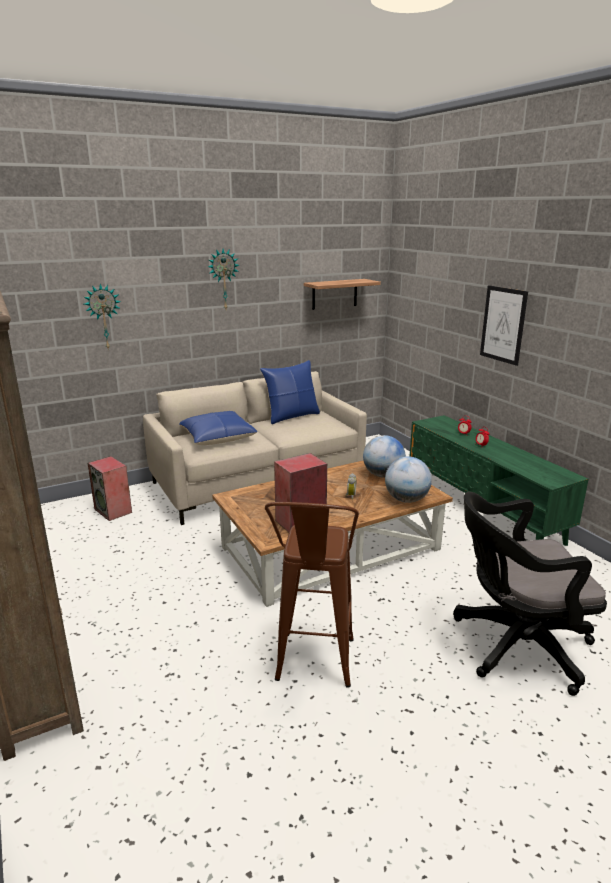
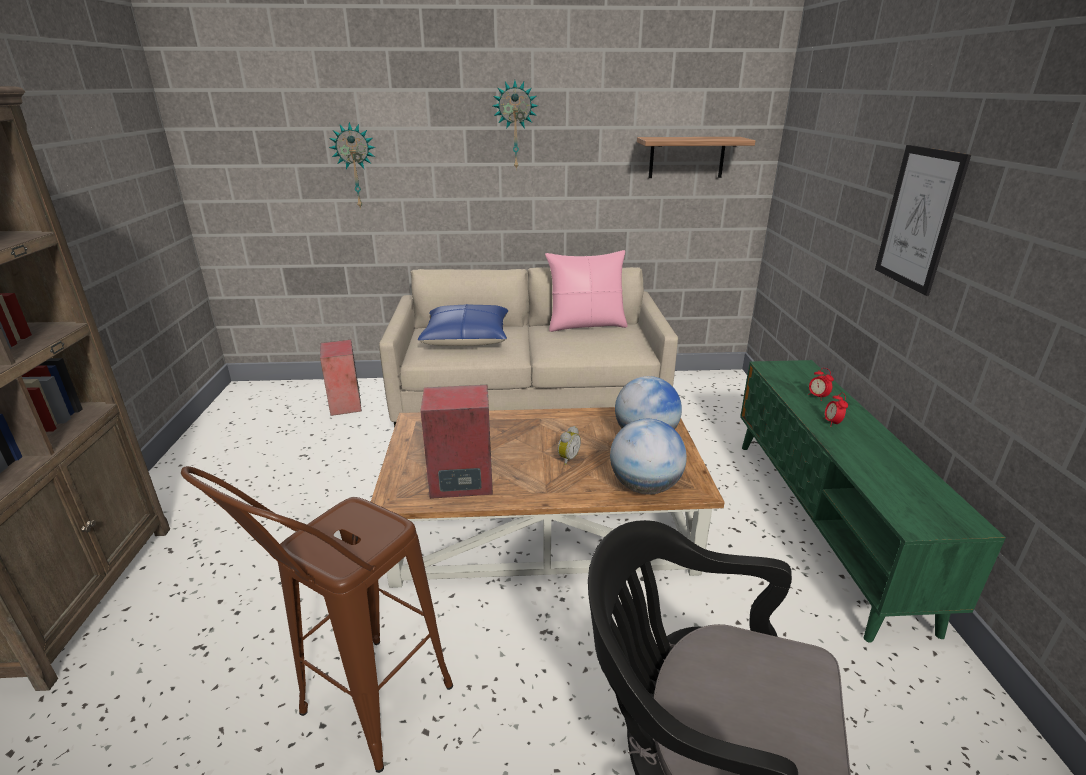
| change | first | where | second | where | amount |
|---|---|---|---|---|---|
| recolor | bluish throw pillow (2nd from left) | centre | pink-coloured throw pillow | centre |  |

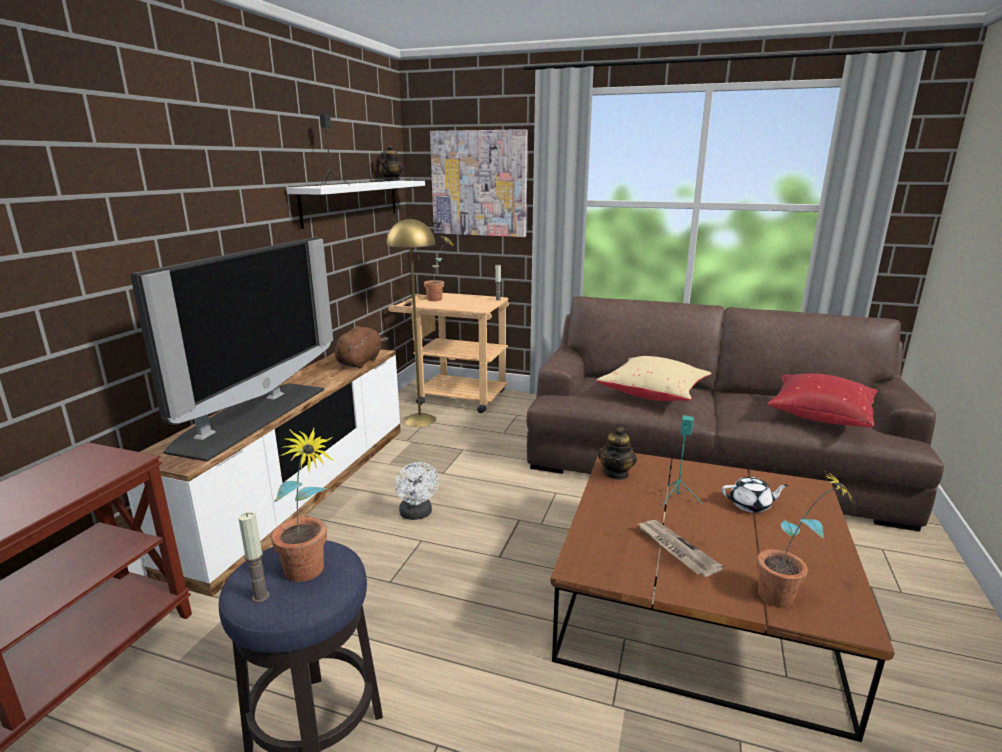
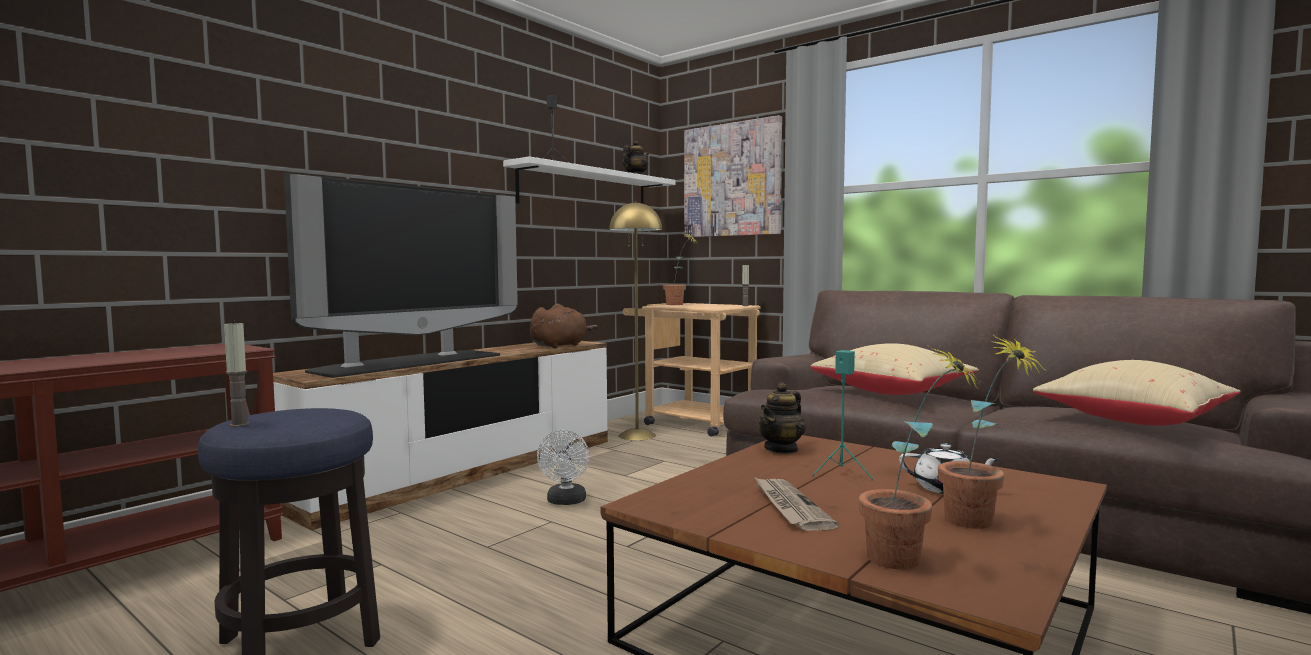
| change | first | where | second | where | amount |
|---|---|---|---|---|---|
| move | potted plant (1st from left in the first image) | bottom left | potted plant (3rd from left) | middle right |  |
| recolor | red throw pillow | middle right | beige-coloured throw pillow (2nd from left) | middle right |  |

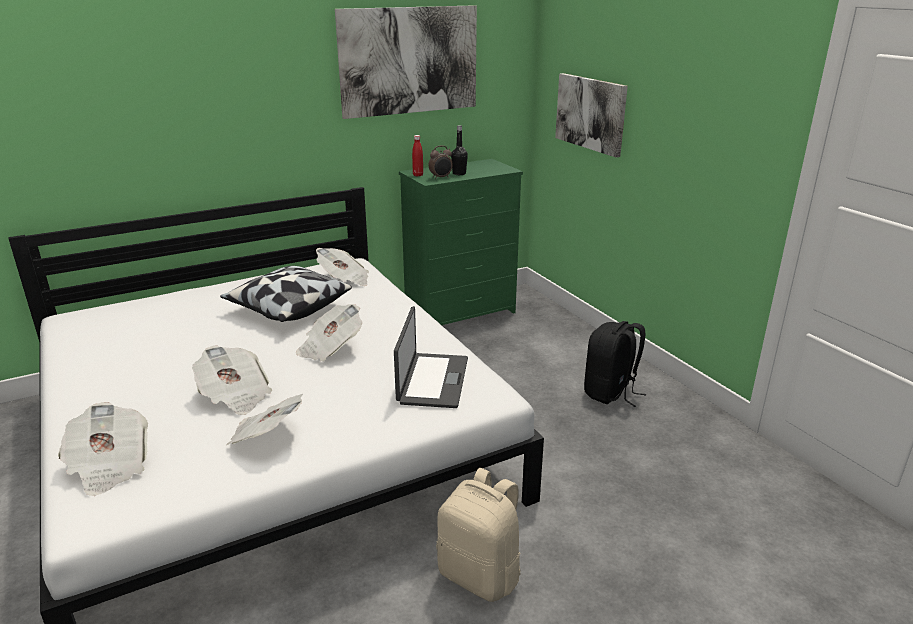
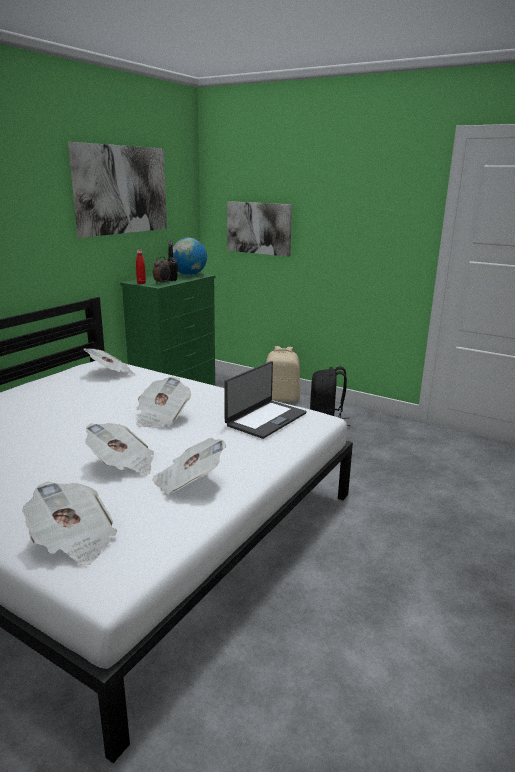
| change | first | where | second | where | amount |
|---|---|---|---|---|---|
| delete | throw pillow | middle left |  |  |  |
| insert |  |  | globe | top centre |  |
| move | beige-coloured rucksack | bottom centre |  | centre |  |
| rotate | portable computer | centre |  | centre | 60 degrees clockwise |

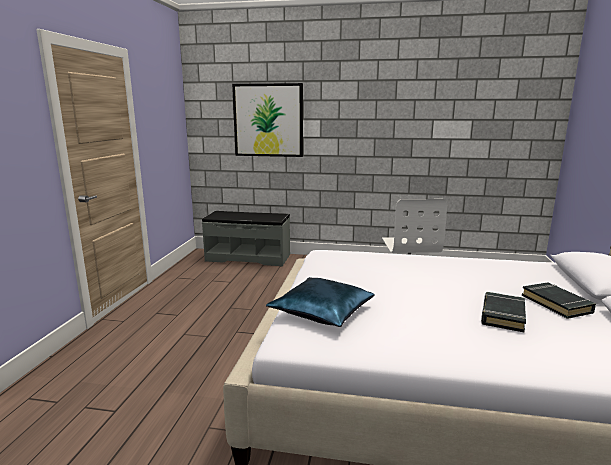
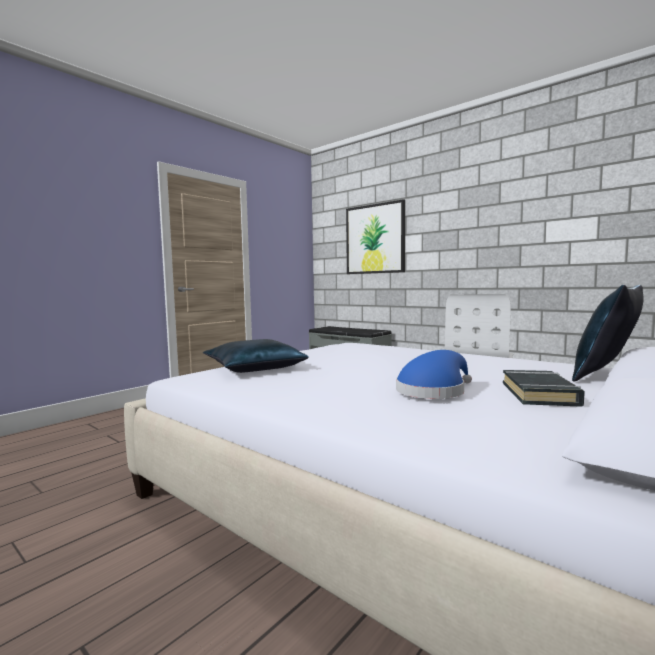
| change | first | where | second | where | amount |
|---|---|---|---|---|---|
| insert |  |  | bluish throw pillow (2nd from left) | middle right |  |
| replace | black-coloured volume (1st from left) | bottom right | bluish clothing hat | centre |  |

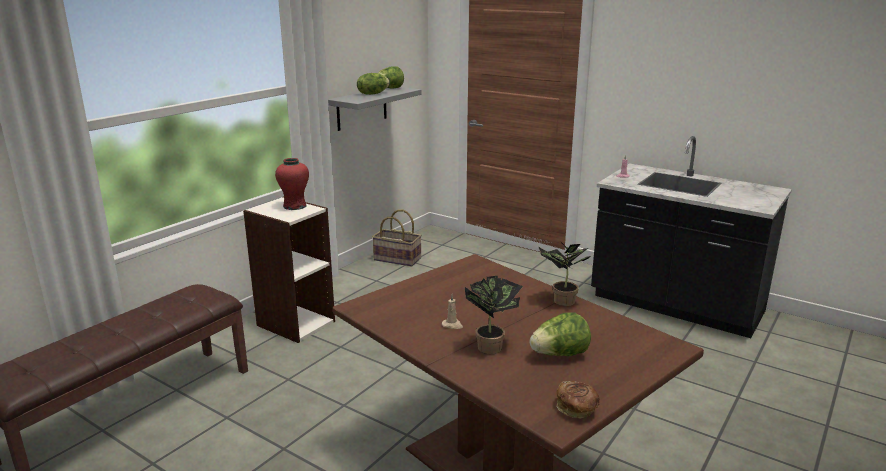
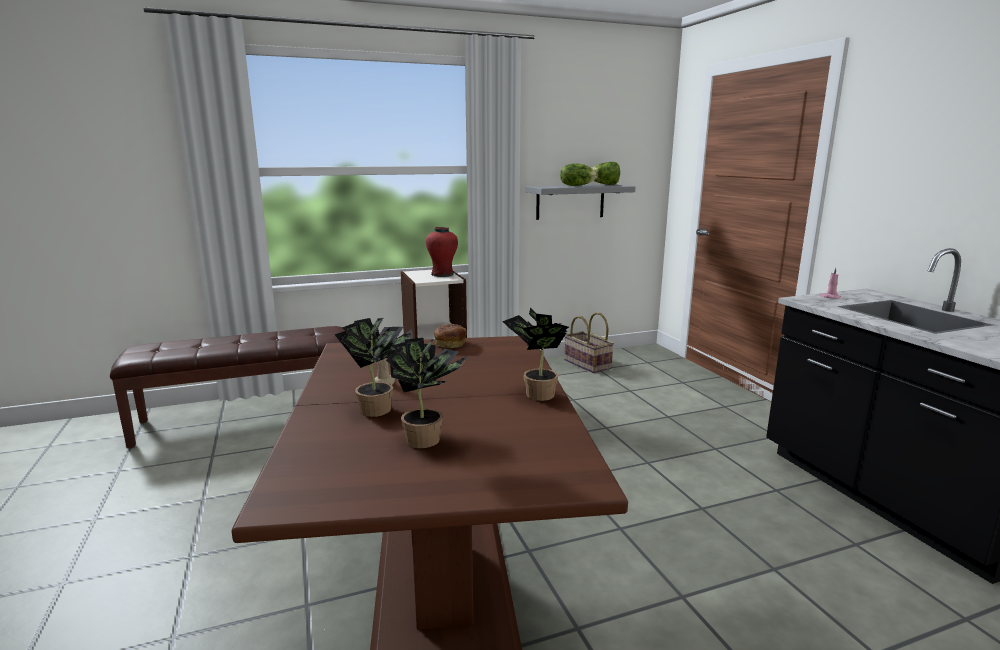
| change | first | where | second | where | amount |
|---|---|---|---|---|---|
| move | baked bread | bottom centre |  | centre |  |
| replace | head of lettuce (3rd from left) | bottom centre | potted plant (2nd from left) | centre |  |

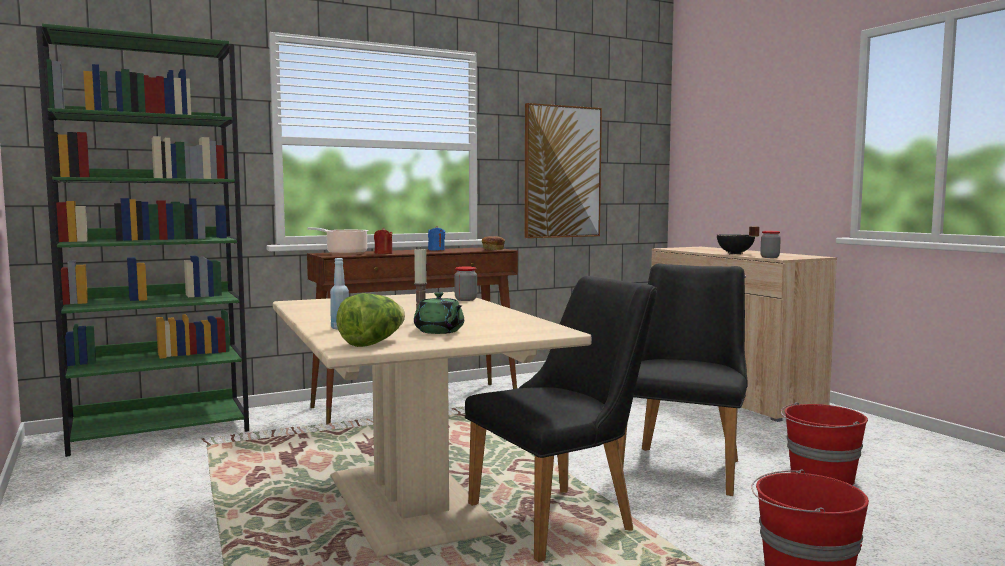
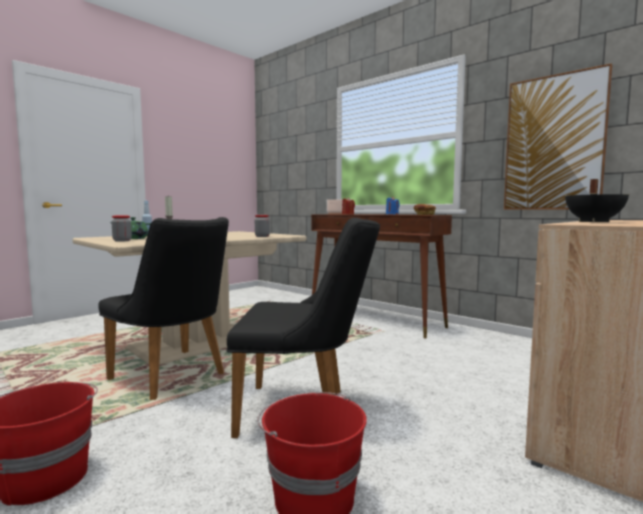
| change | first | where | second | where | amount |
|---|---|---|---|---|---|
| delete | greenish shelving unit | middle left |  |  |  |
| delete | head of lettuce | centre |  |  |  |
| move | preserve jar (2nd from left in the first image) | middle right | preserve jar (1st from left) | middle left |  |

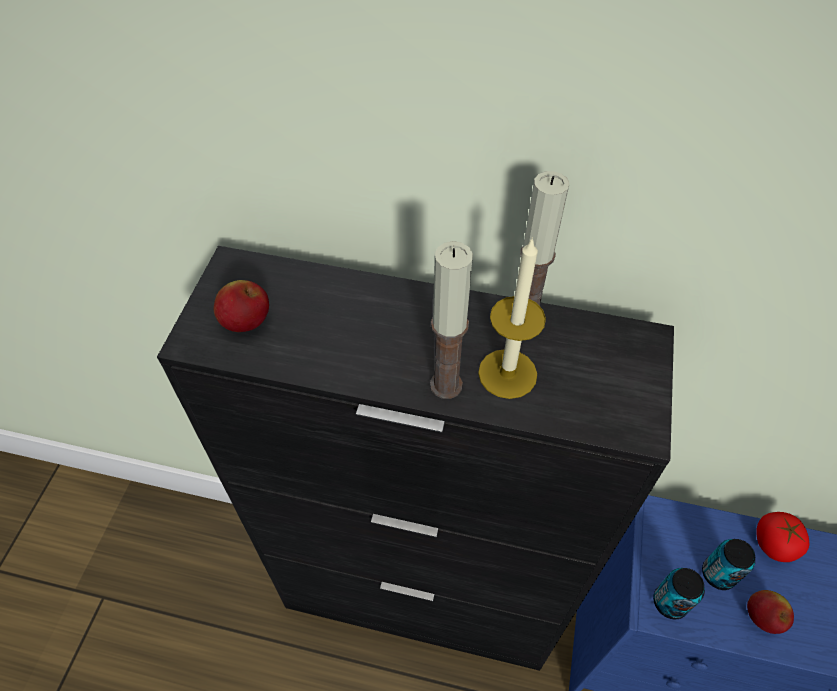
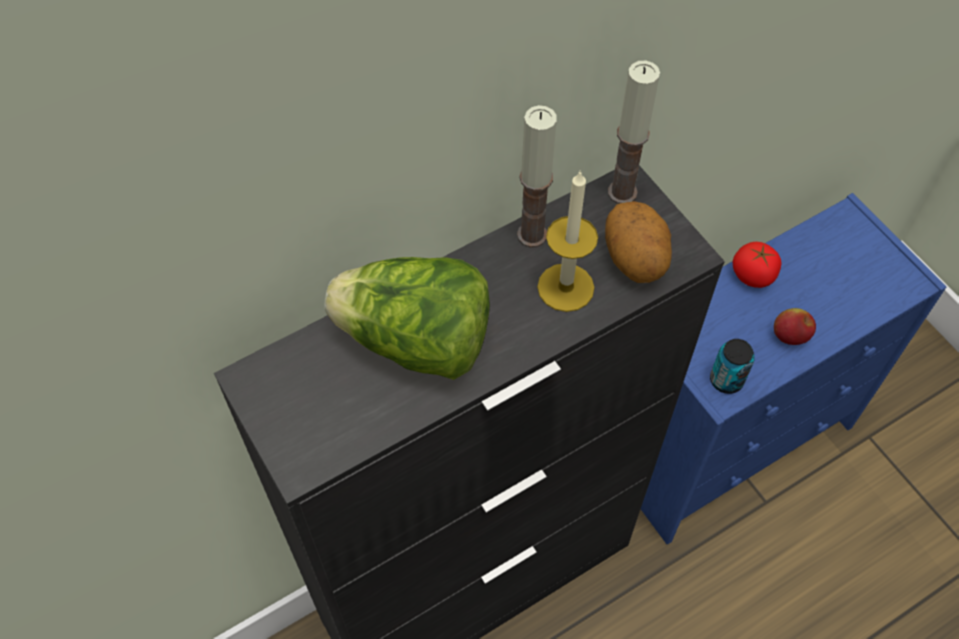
| change | first | where | second | where | amount |
|---|---|---|---|---|---|
| delete | whole apple (1st from left) | middle left |  |  |  |
| delete | can (2nd from left) | bottom right |  |  |  |
| insert |  |  | head of lettuce | centre |  |
| insert |  |  | whole potato | centre |  |
| move | wax candle (1st from left in the first image) | centre | wax candle (3rd from left) | top centre |  |

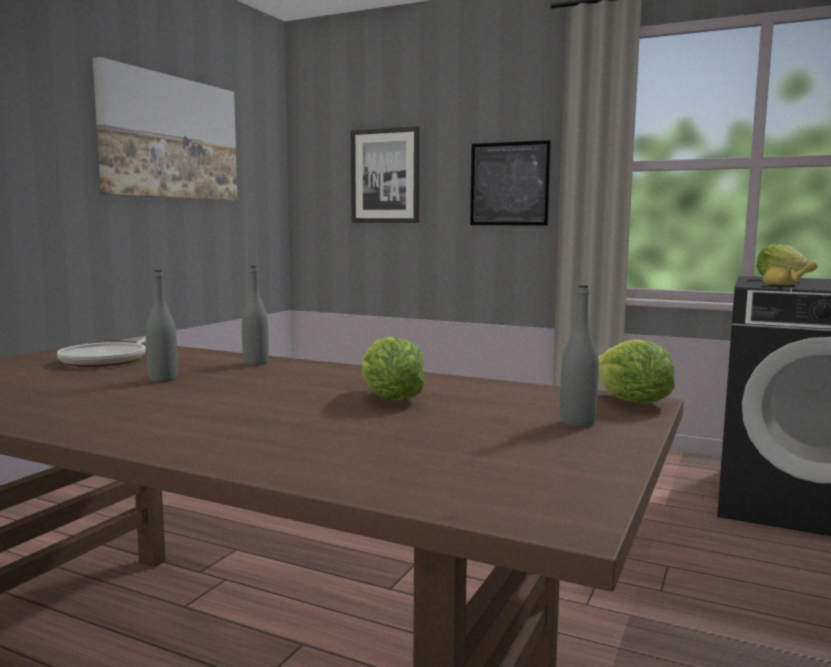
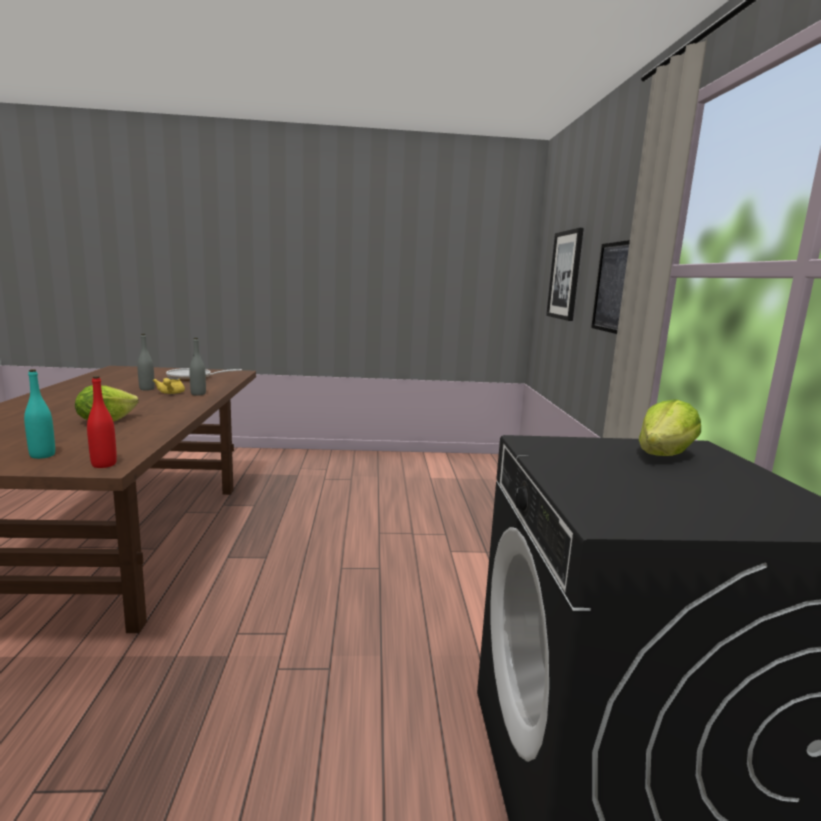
| change | first | where | second | where | amount |
|---|---|---|---|---|---|
| delete | wall art (1st from left) | top left |  |  |  |
| move | yellowish tea pot | middle right |  | middle left |  |
| replace | head of lettuce (2nd from left) | middle right | red bottle | middle left |  |
| recolor | grey bottle (3rd from left) | middle right | turquoise bottle | middle left |  |

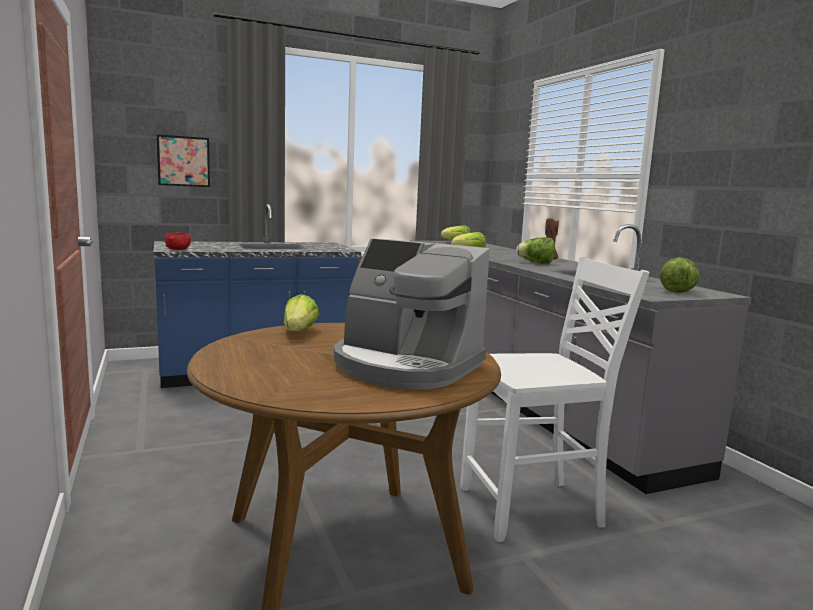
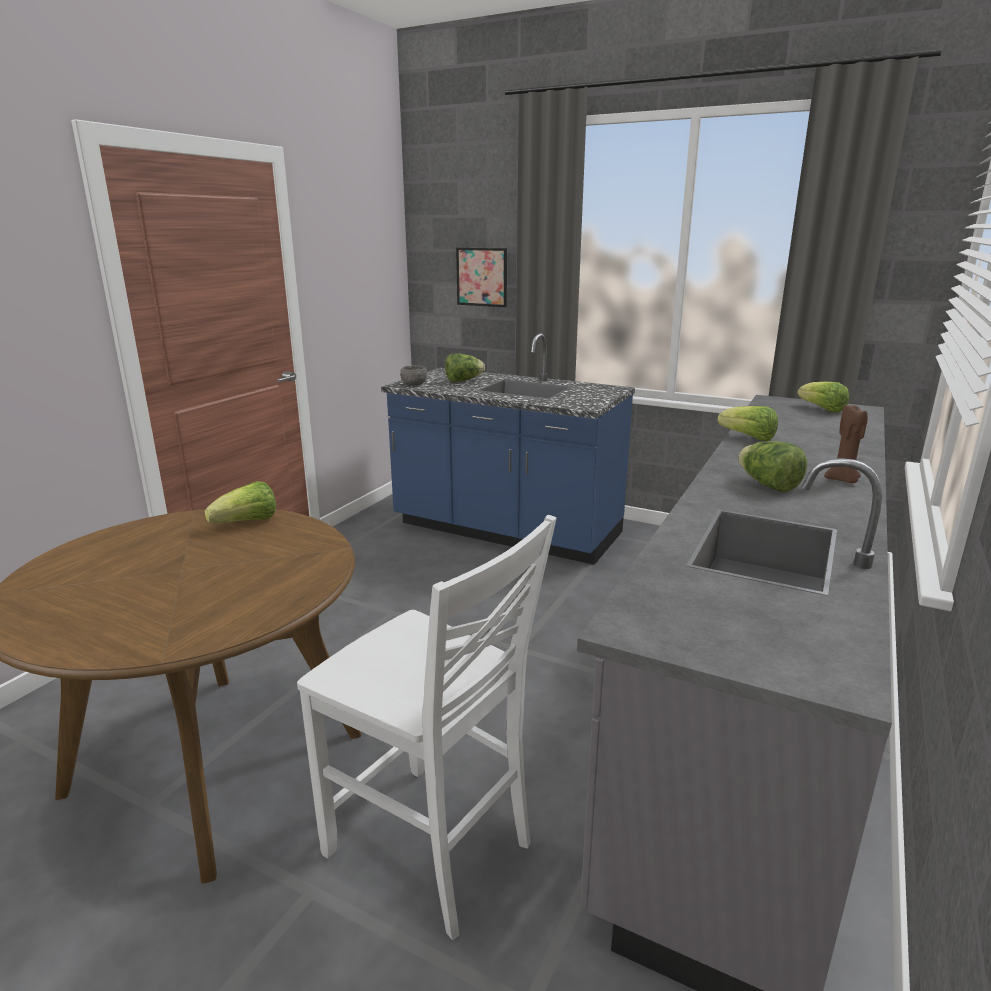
| change | first | where | second | where | amount |
|---|---|---|---|---|---|
| delete | coffee brewer | centre |  |  |  |
| move | head of lettuce (5th from left in the first image) | middle right | head of lettuce (2nd from left) | centre |  |
| recolor | red bowl | middle left | grey bowl | centre |  |

